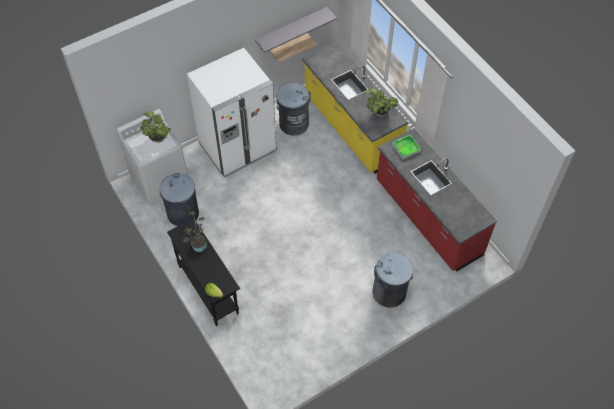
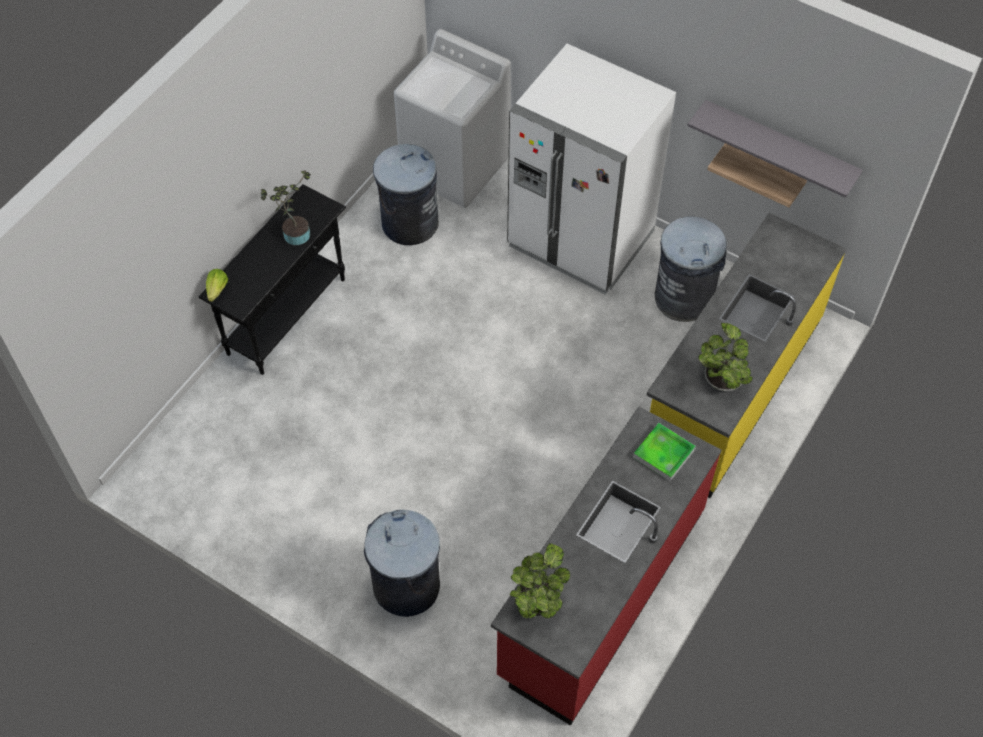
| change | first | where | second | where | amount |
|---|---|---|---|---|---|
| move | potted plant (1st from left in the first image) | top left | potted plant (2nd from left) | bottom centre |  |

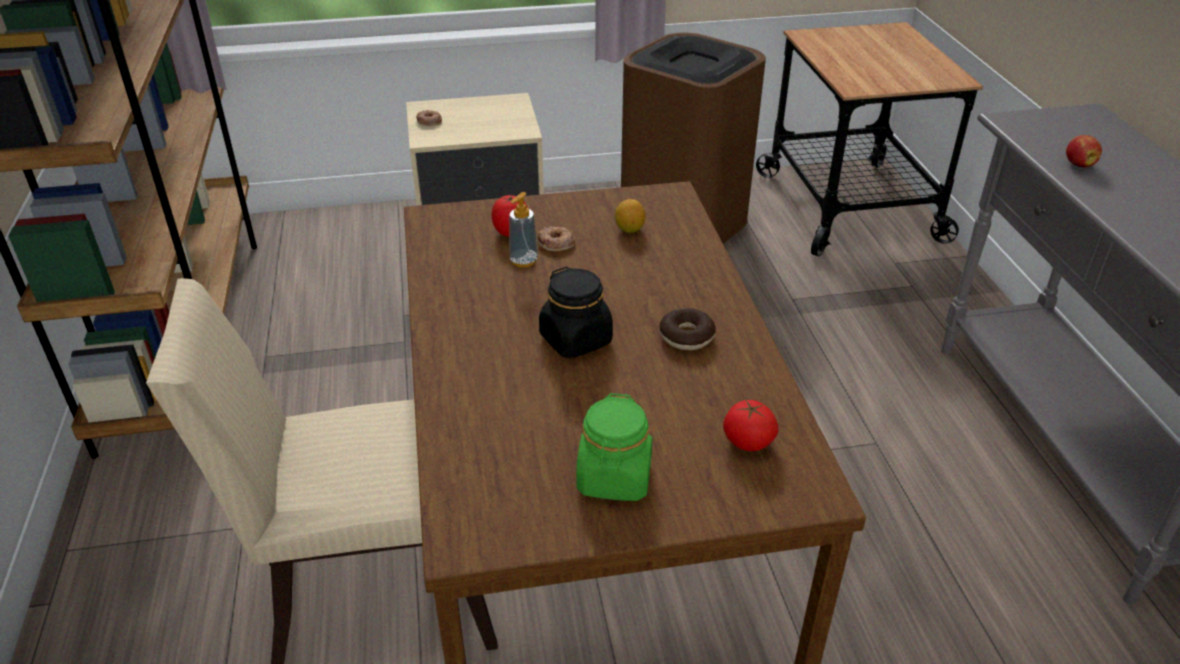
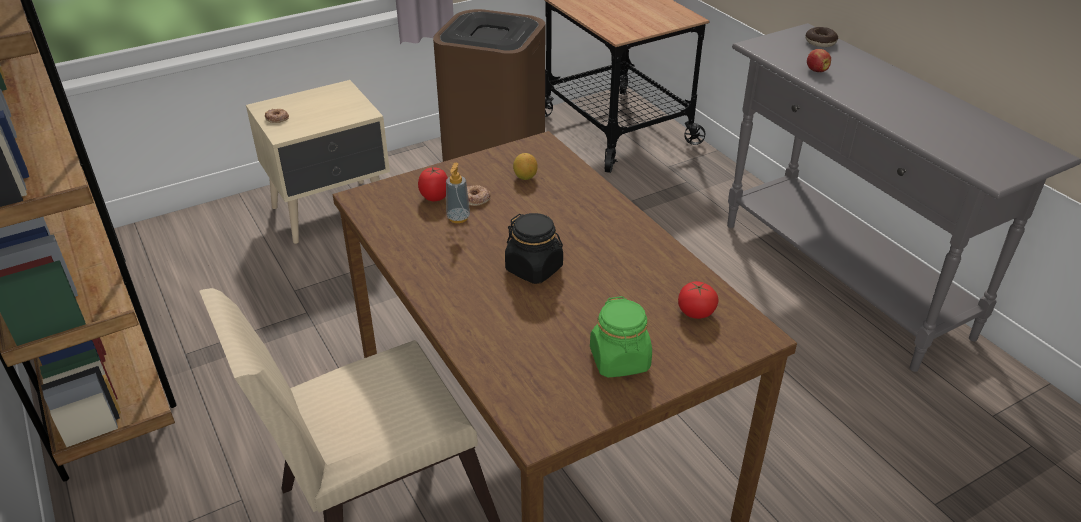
| change | first | where | second | where | amount |
|---|---|---|---|---|---|
| move | donut (3rd from left) | centre |  | top right |  |

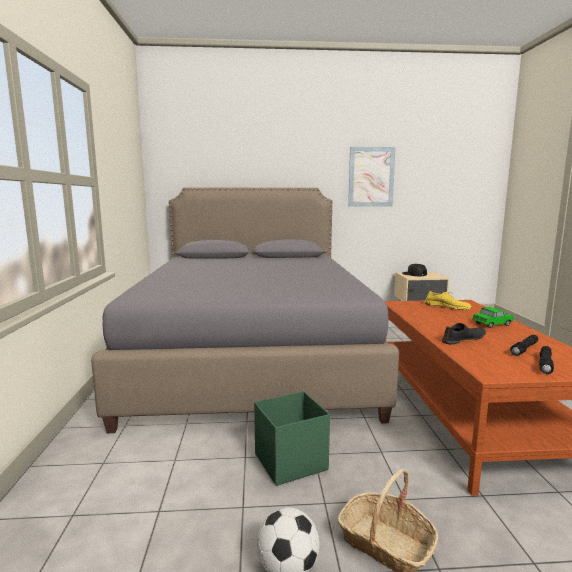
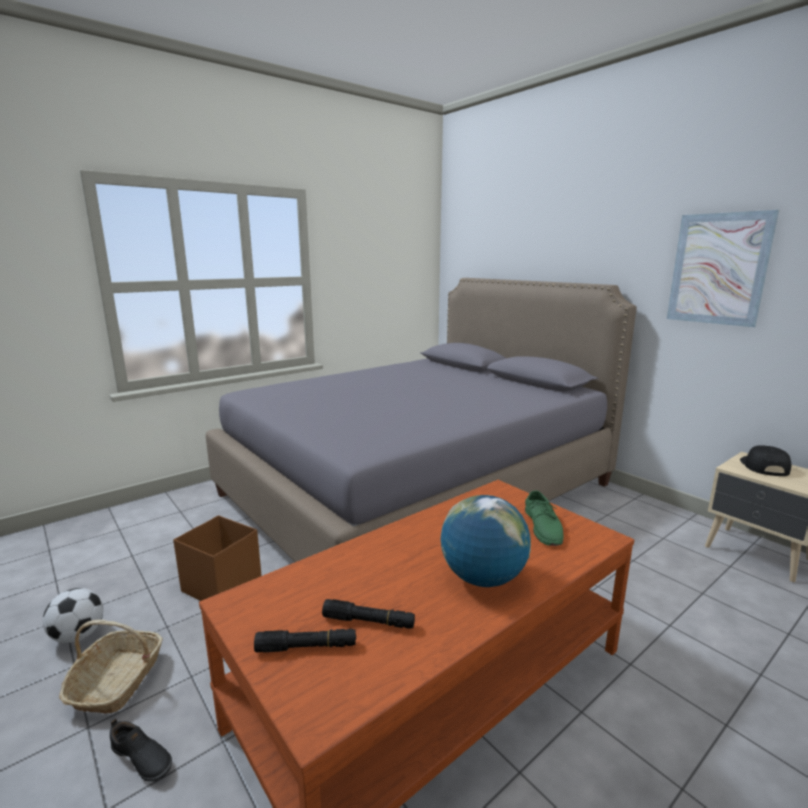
| change | first | where | second | where | amount |
|---|---|---|---|---|---|
| move | black-coloured item of footwear | middle right |  | bottom left |  |
| replace | model car | middle right | globe | bottom centre |  |
| recolor | greenish storage container | bottom centre | brownish storage container | bottom left |  |
| recolor | yellowish item of footwear | middle right | greenish item of footwear | middle right |  |

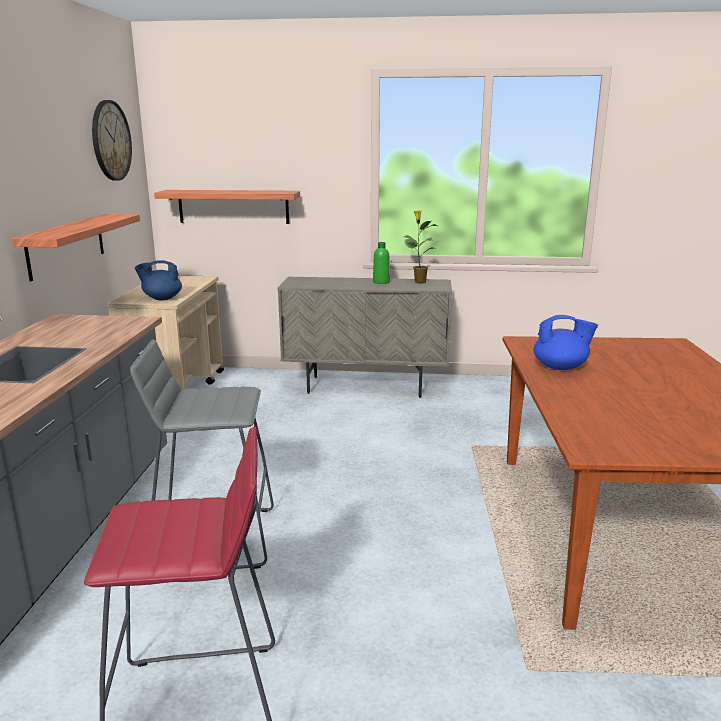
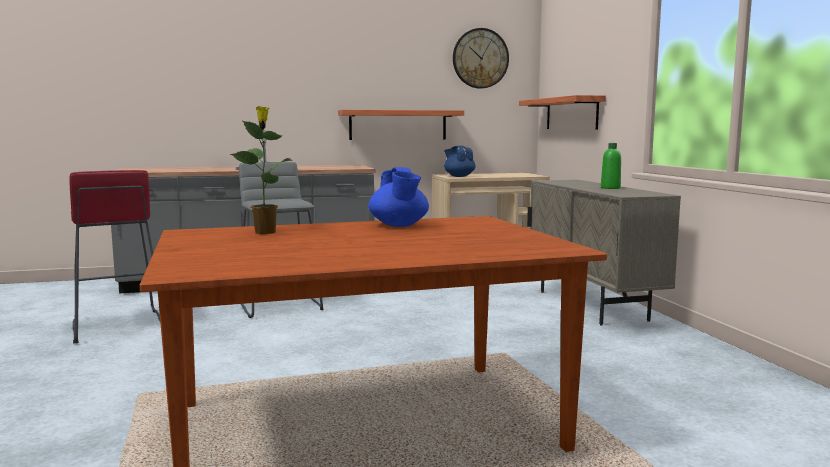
| change | first | where | second | where | amount |
|---|---|---|---|---|---|
| move | potted plant | centre |  | middle left |  |

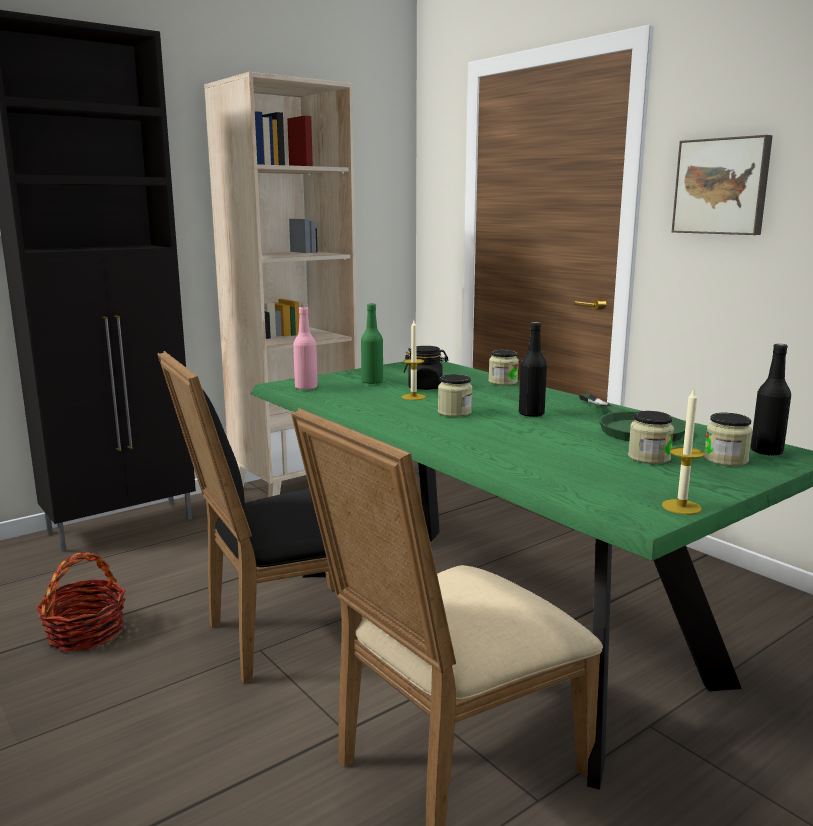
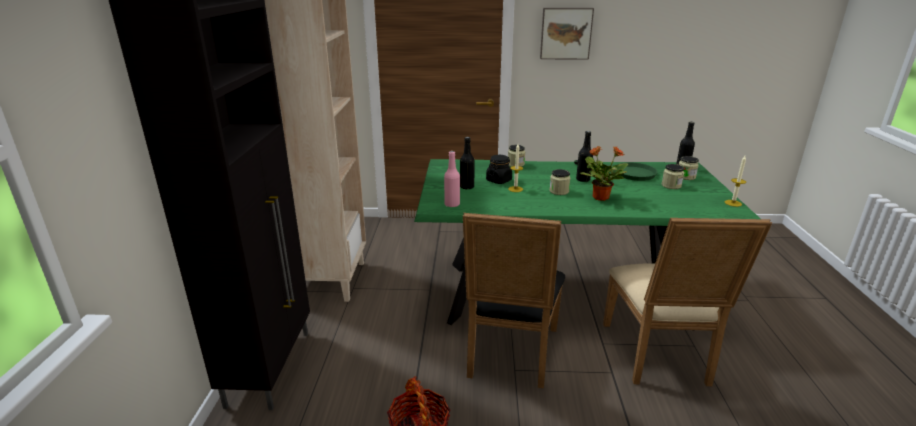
| change | first | where | second | where | amount |
|---|---|---|---|---|---|
| insert |  |  | potted plant | centre |  |
| recolor | greenish bottle | centre | black-coloured bottle (1st from left) | centre |  |

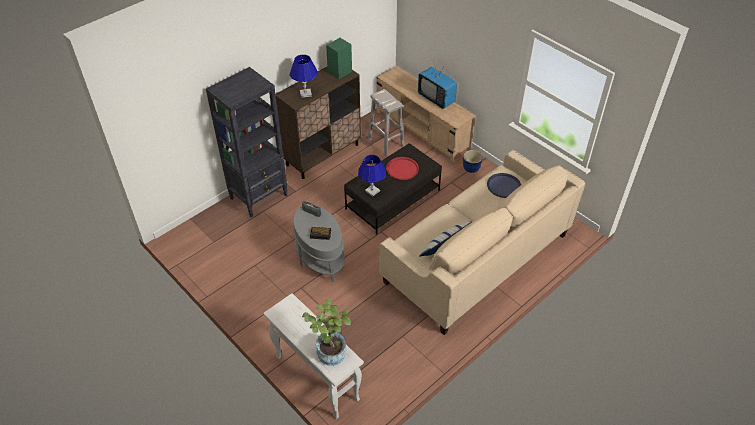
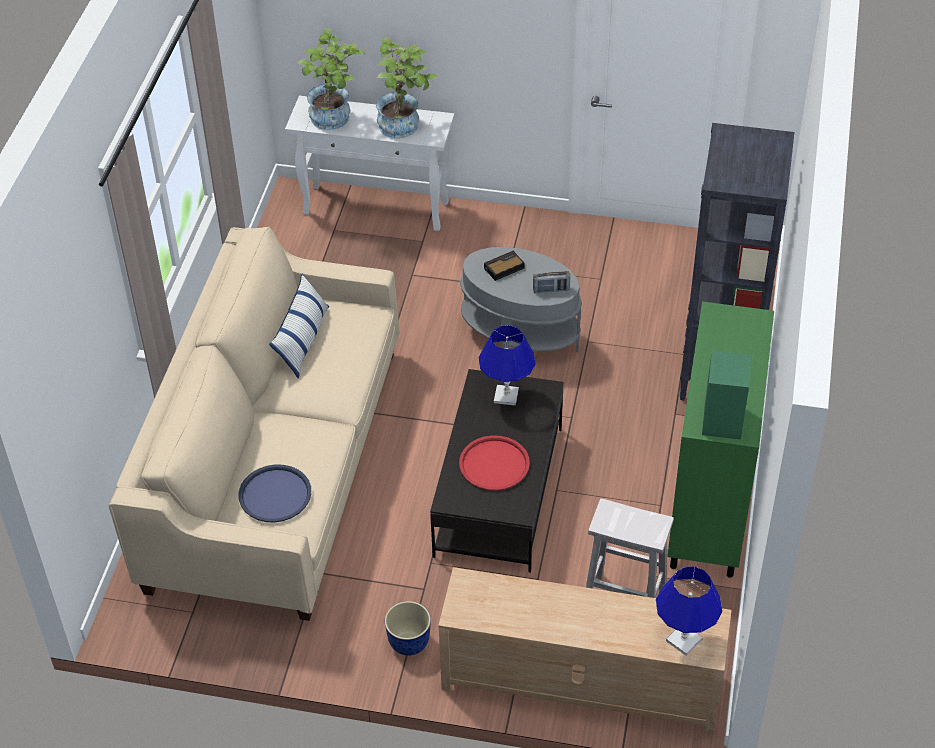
| change | first | where | second | where | amount |
|---|---|---|---|---|---|
| delete | television | top centre |  |  |  |
| insert |  |  | potted plant (2nd from left) | top centre |  |
| move | bluish tabletop lamp (1st from left in the first image) | top centre | bluish tabletop lamp (2nd from left) | bottom right |  |
| recolor | brownish cupboard | top centre | greenish cupboard | middle right |  |

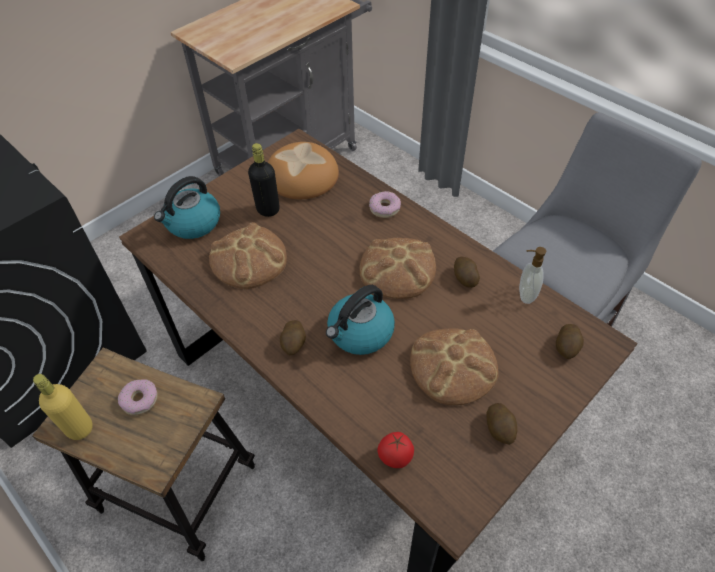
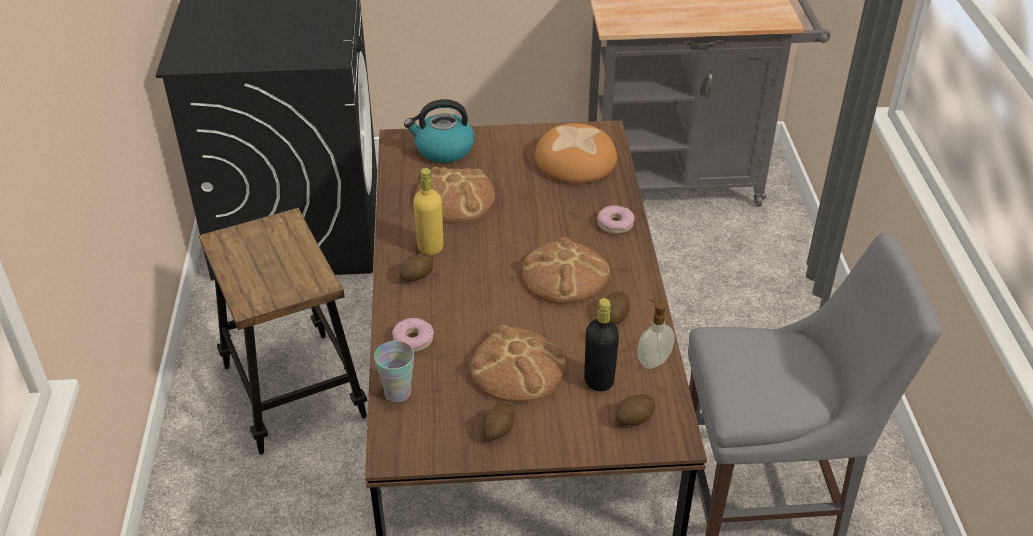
| change | first | where | second | where | amount |
|---|---|---|---|---|---|
| delete | water kettle (2nd from left) | centre |  |  |  |
| move | yellowish bottle | bottom left |  | centre |  |
| move | donut (1st from left) | bottom left |  | centre |  |
| move | black-coloured bottle | top centre |  | centre |  |
| replace | tomato | bottom centre | small cup | bottom centre |  |

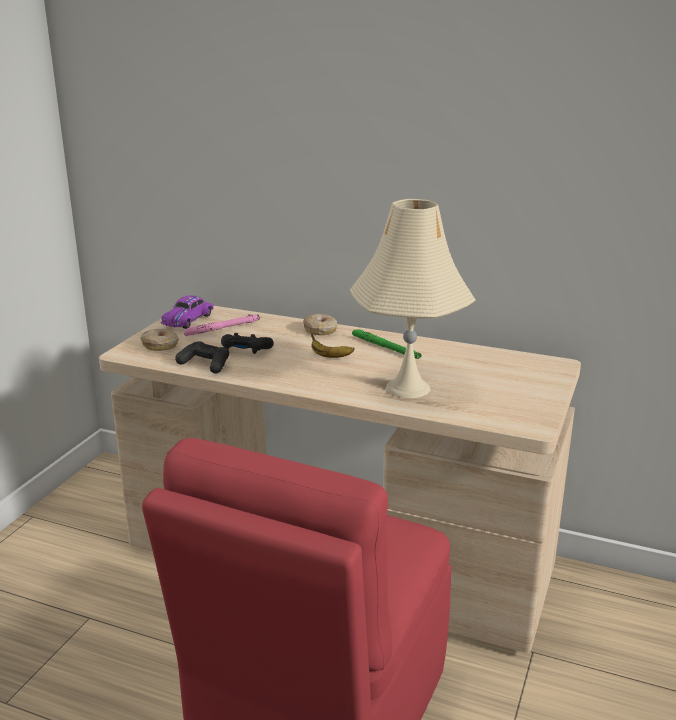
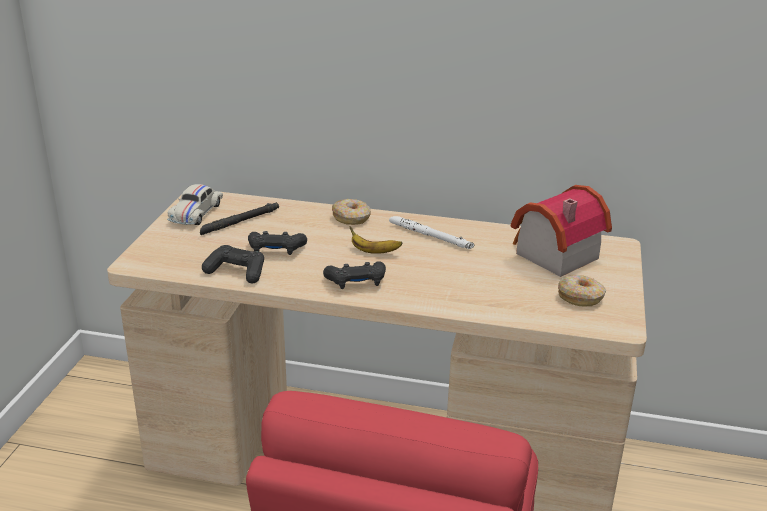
| change | first | where | second | where | amount |
|---|---|---|---|---|---|
| delete | beige-coloured tabletop lamp | centre |  |  |  |
| insert |  |  | black-coloured game controller (3rd from left) | centre |  |
| insert |  |  | miniature house | middle right |  |
| move | donut (1st from left in the first image) | middle left | donut (2nd from left) | middle right |  |
| recolor | purple-coloured model car | middle left | whitish model car | middle left |  |
| recolor | pink-coloured hand torch | middle left | black-coloured hand torch | middle left |  |
| recolor | greenish hand torch | centre | whitish hand torch | centre |  |

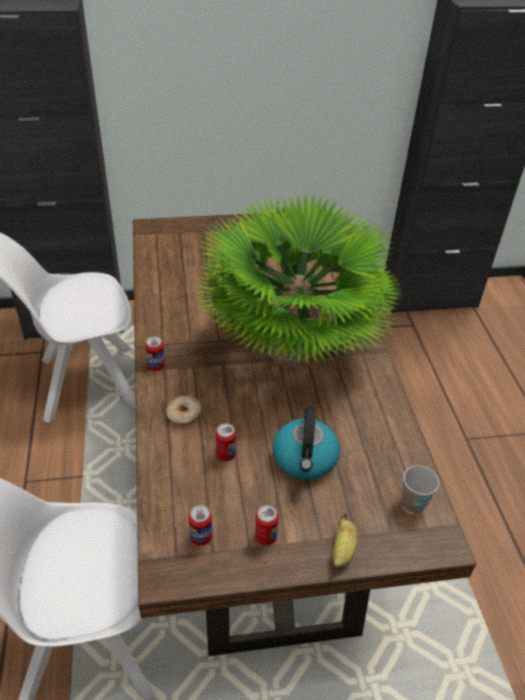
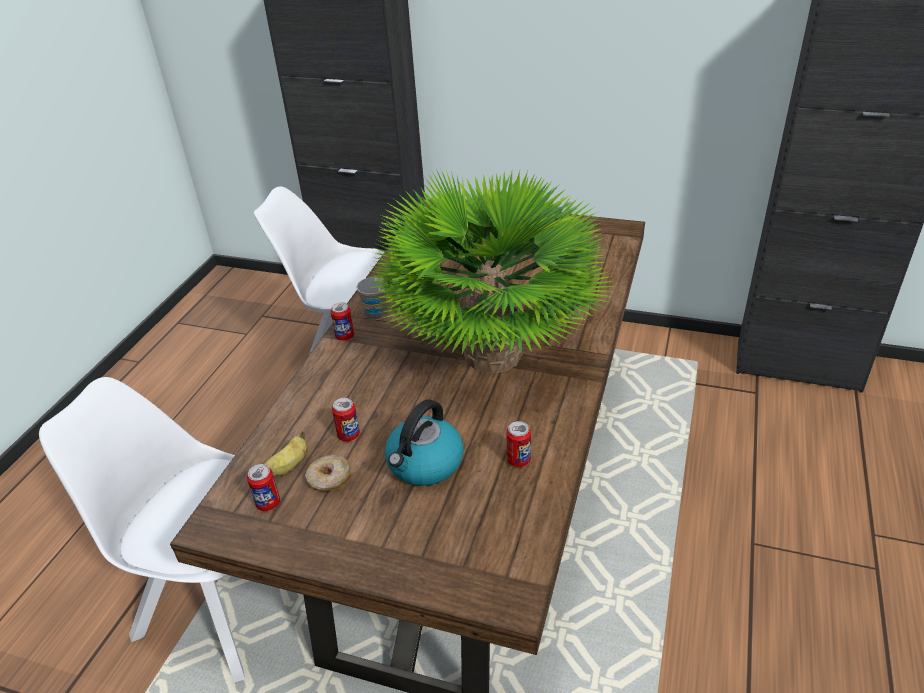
| change | first | where | second | where | amount |
|---|---|---|---|---|---|
| move | donut | centre |  | bottom centre |  |
| move | can (4th from left) | bottom centre |  | centre |  |
| move | whole banana | bottom centre |  | middle left |  |
| move | small cup | bottom right |  | centre |  |

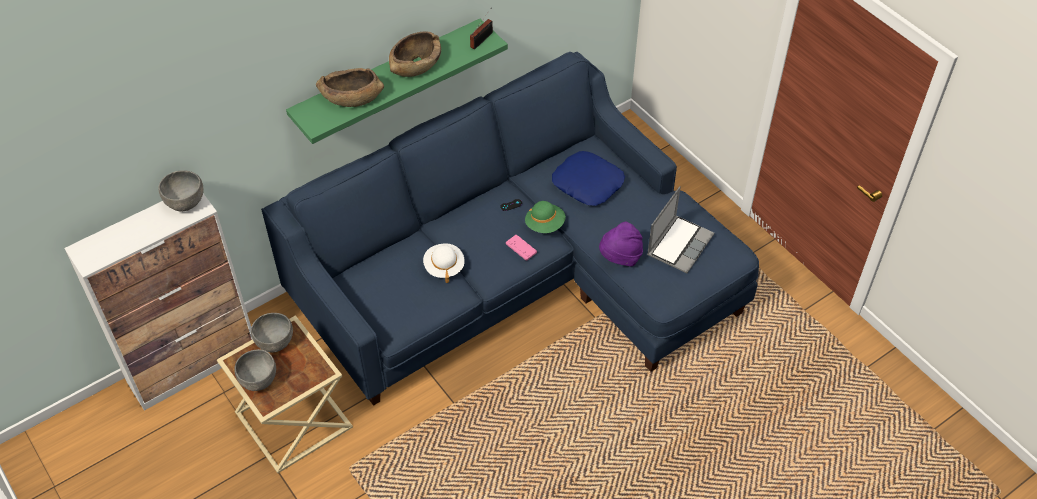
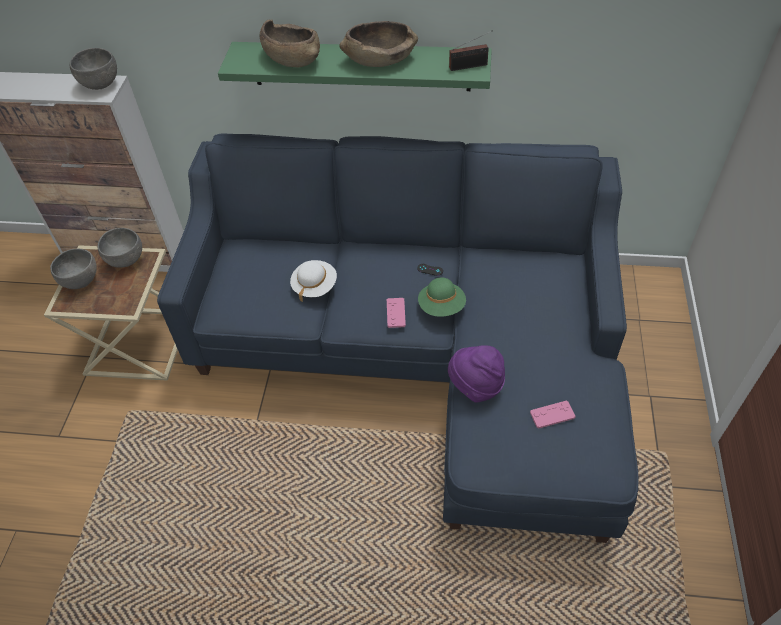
| change | first | where | second | where | amount |
|---|---|---|---|---|---|
| delete | bluish throw pillow | centre |  |  |  |
| replace | portable computer | centre | pink-coloured game controller (2nd from left) | middle right |  |

